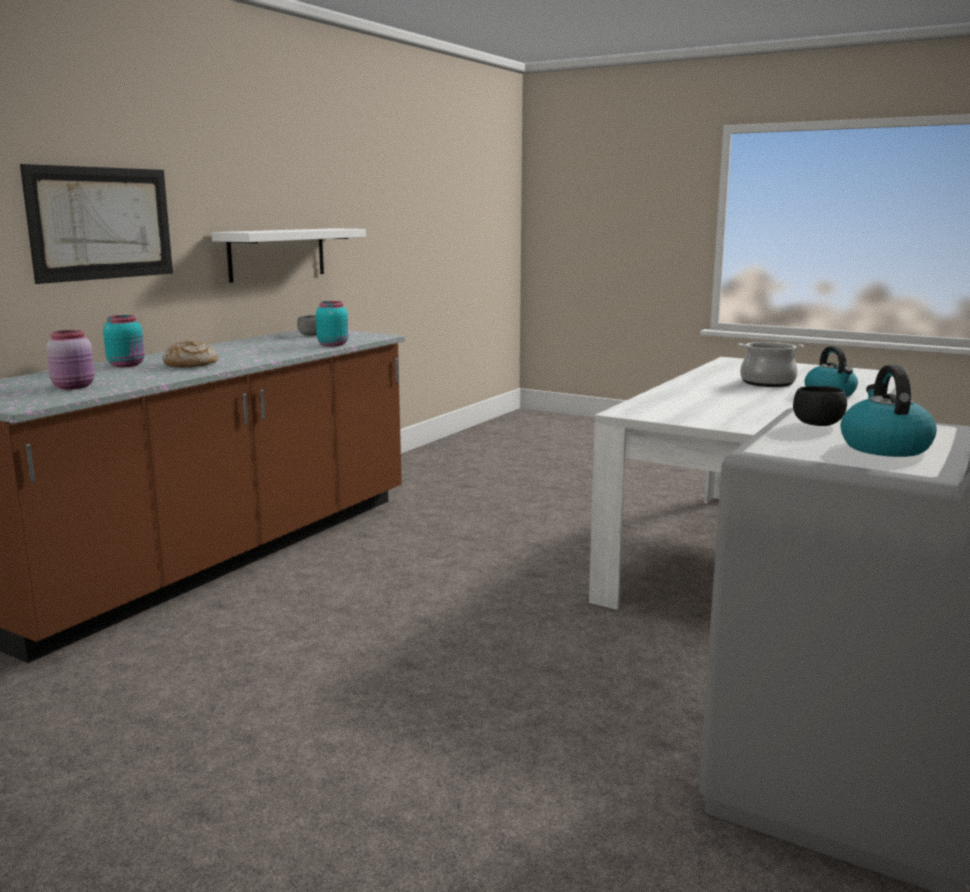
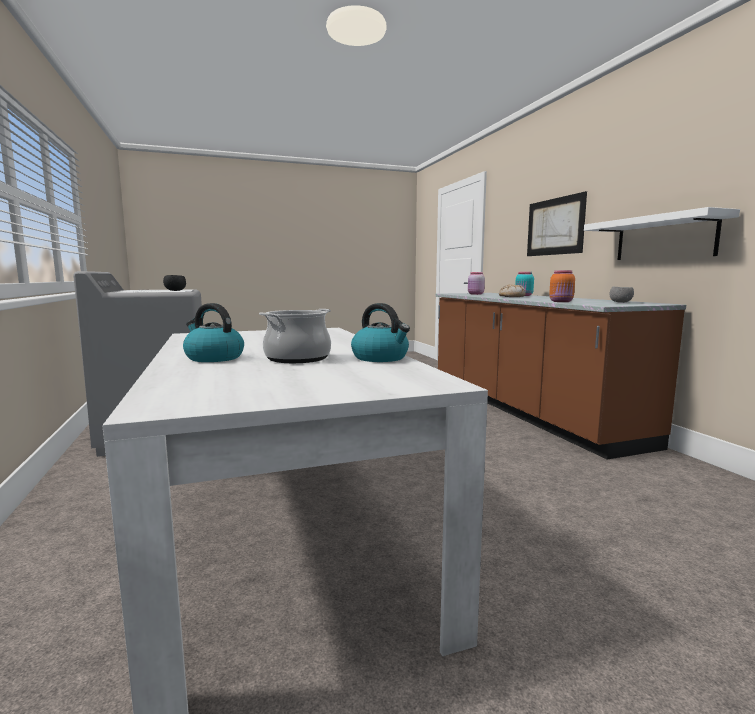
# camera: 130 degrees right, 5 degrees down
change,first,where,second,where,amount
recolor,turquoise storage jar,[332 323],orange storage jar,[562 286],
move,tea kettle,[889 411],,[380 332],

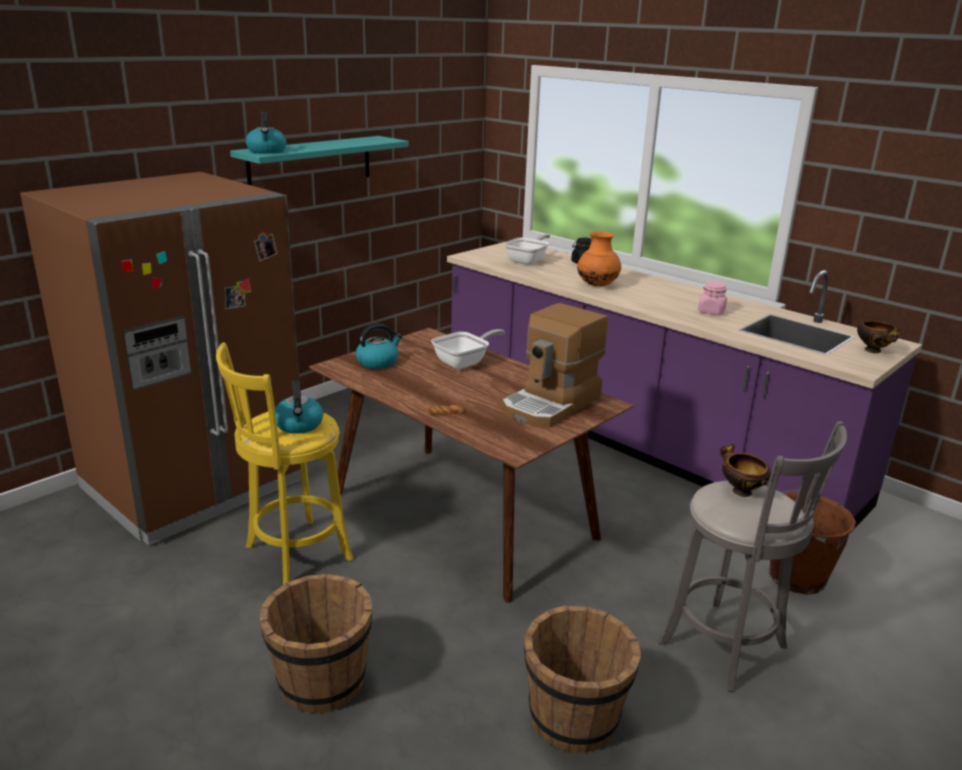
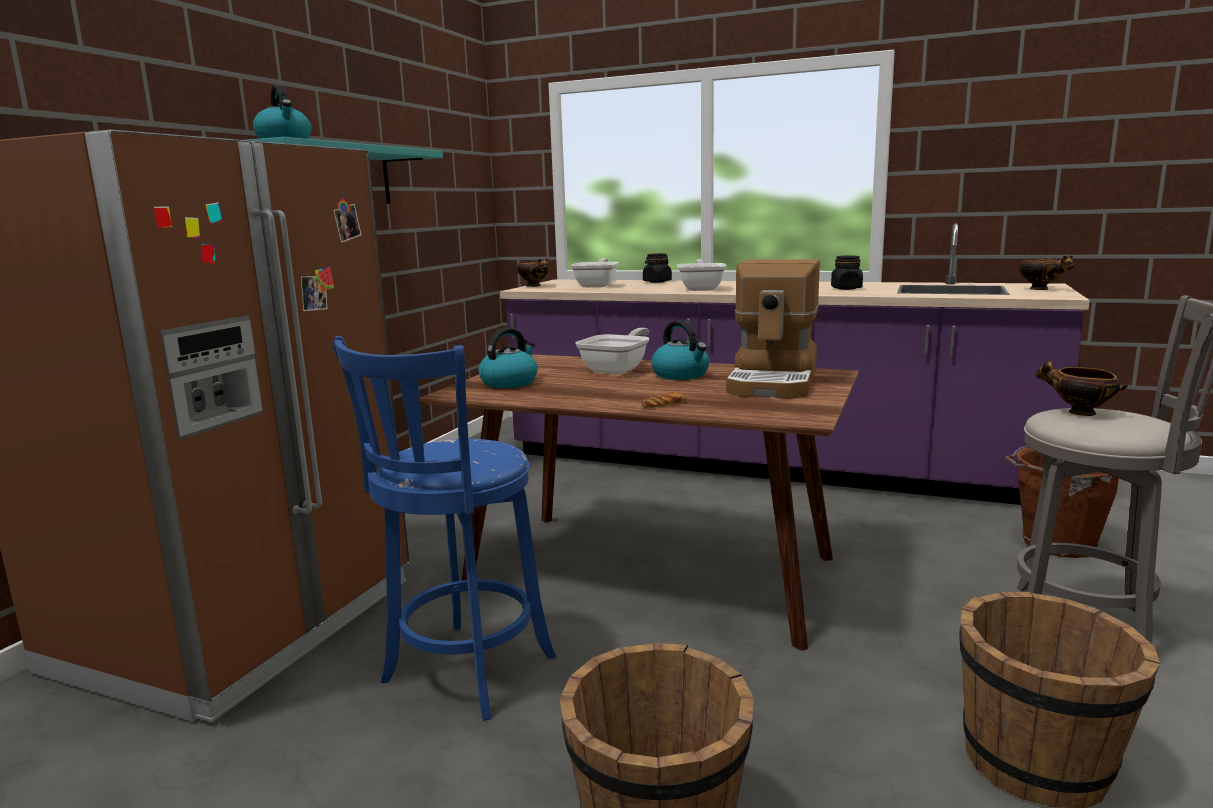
# camera: 20 degrees left, 10 degrees down
change,first,where,second,where,amount
replace,orange vase,[599 259],skillet,[701 275],
recolor,pinkish storage jar,[712 298],blackish storage jar,[847 273],
recolor,yellowish sitting stool,[284 464],blue sitting stool,[444 528],
move,tea kettle,[299 407],,[680 350],
insert,,,serving bowl,[533 273],

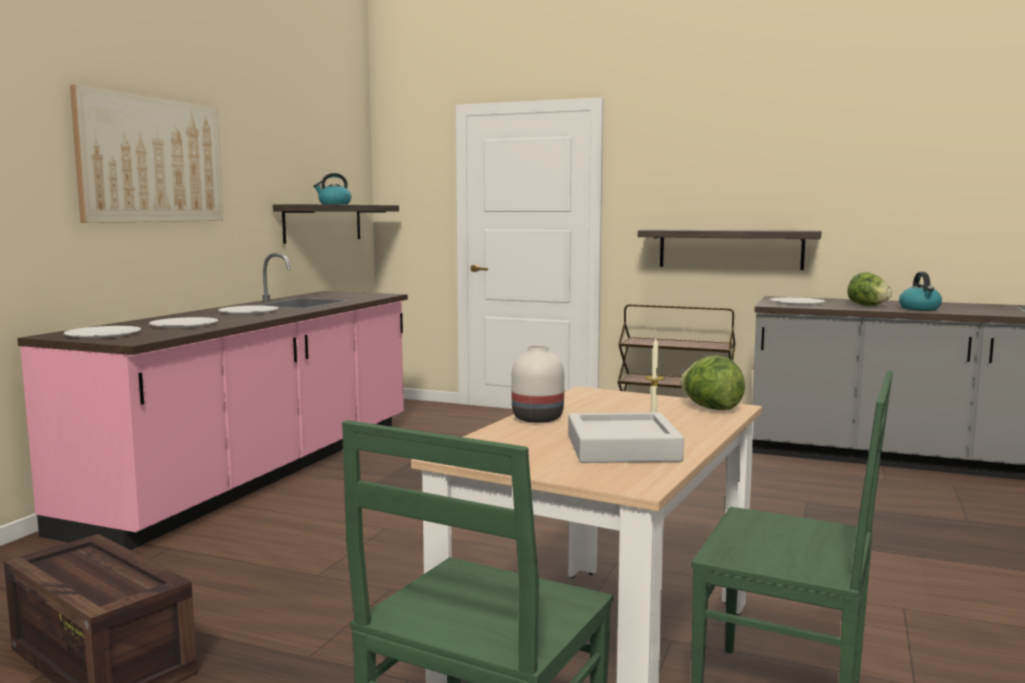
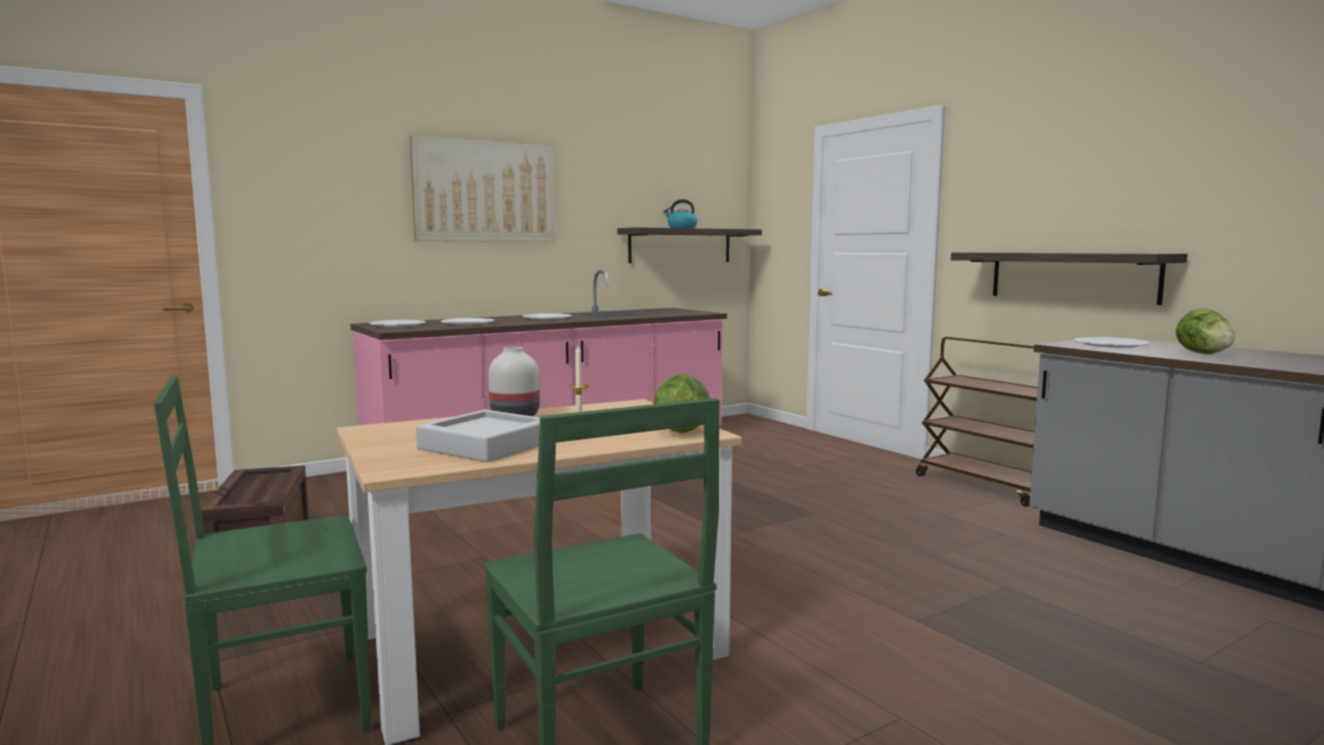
# camera: 35 degrees right, 0 degrees up
change,first,where,second,where,amount
delete,tea kettle,[920 291],,,

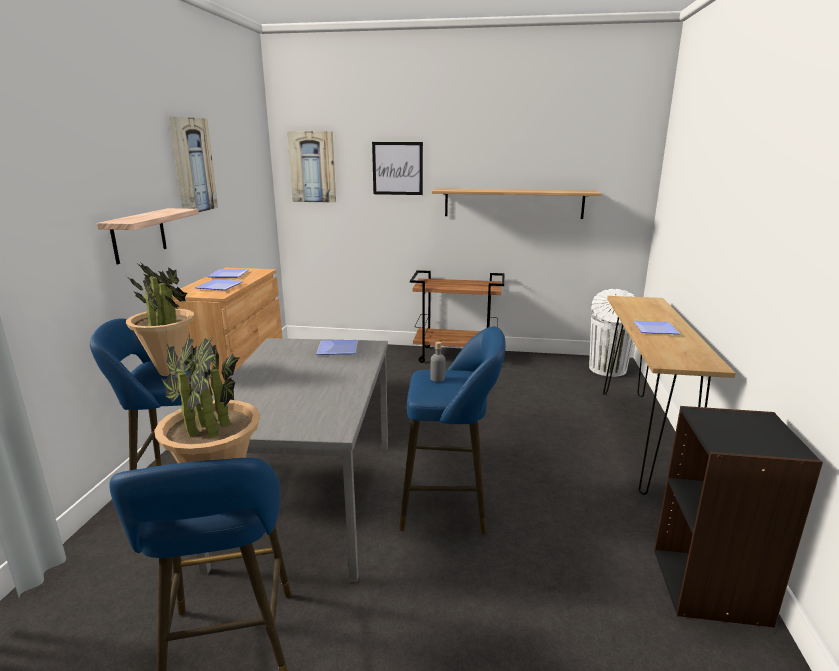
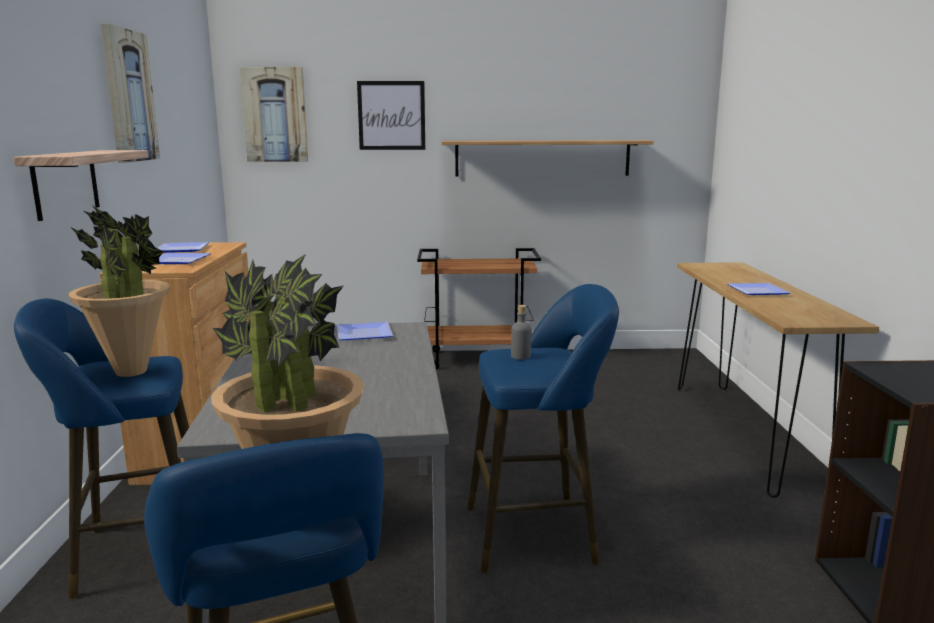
# camera: 10 degrees left, 5 degrees down
change,first,where,second,where,amount
delete,whitish trash can,[612 333],,,

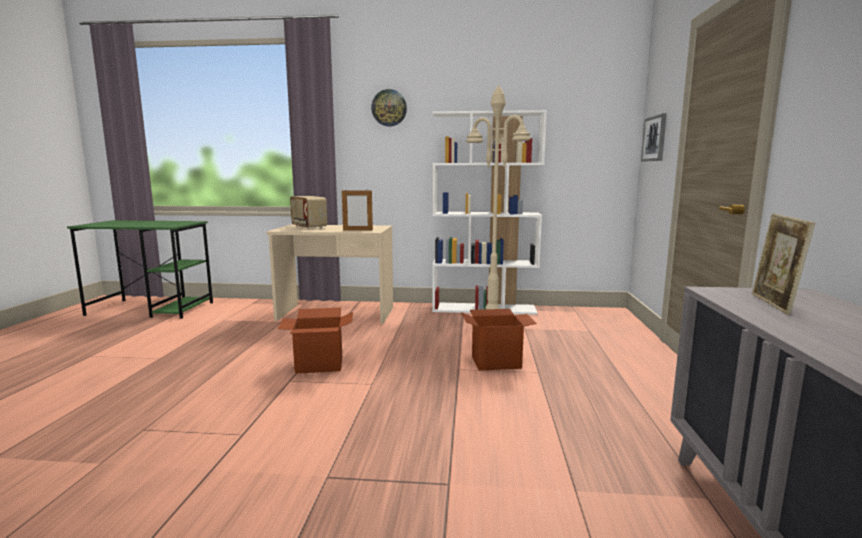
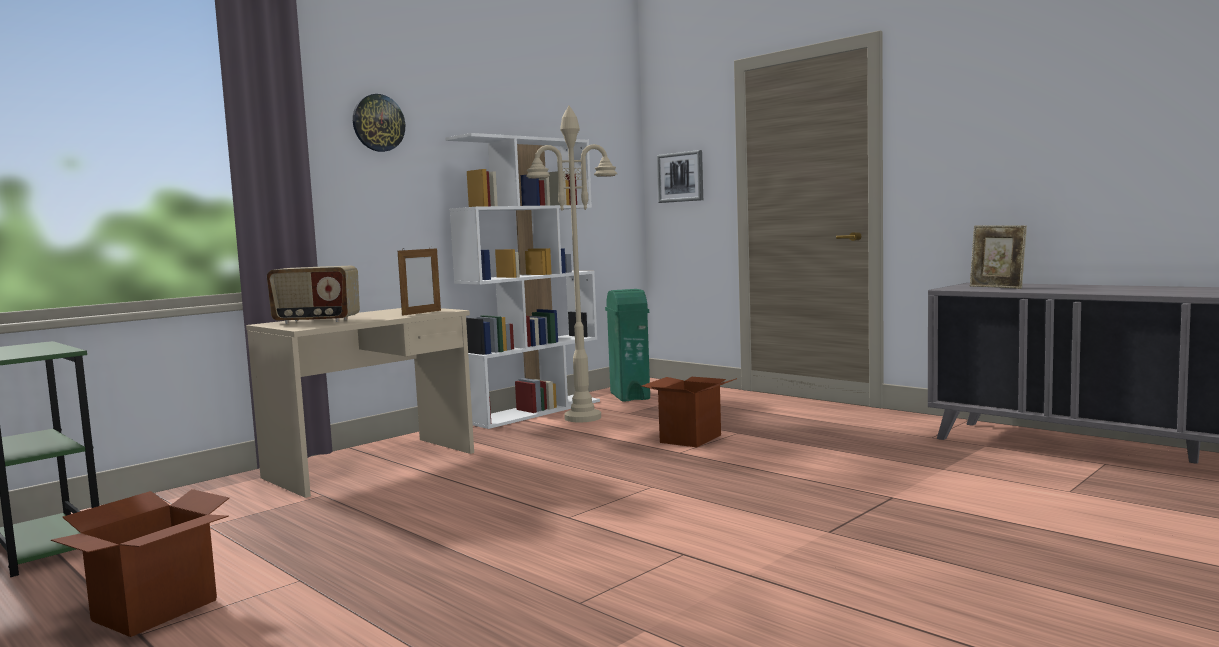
# camera: 50 degrees left, 5 degrees down
change,first,where,second,where,amount
move,packing box,[315 341],,[140 563],
insert,,,greenish trash can,[627 345],

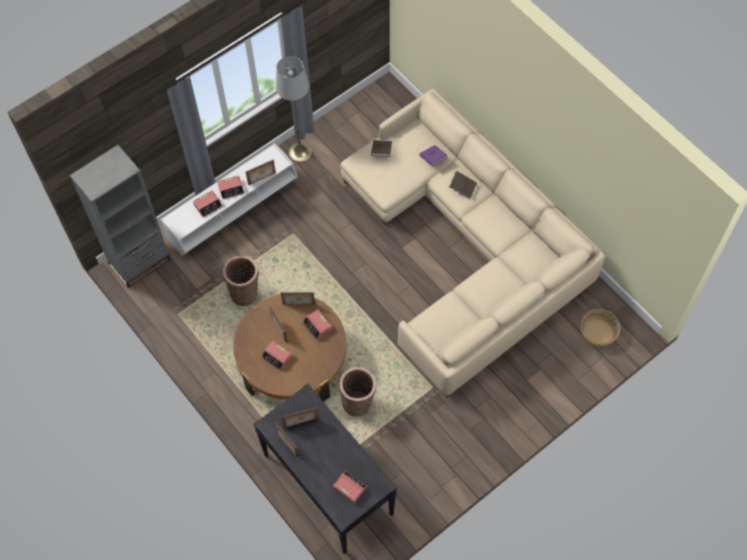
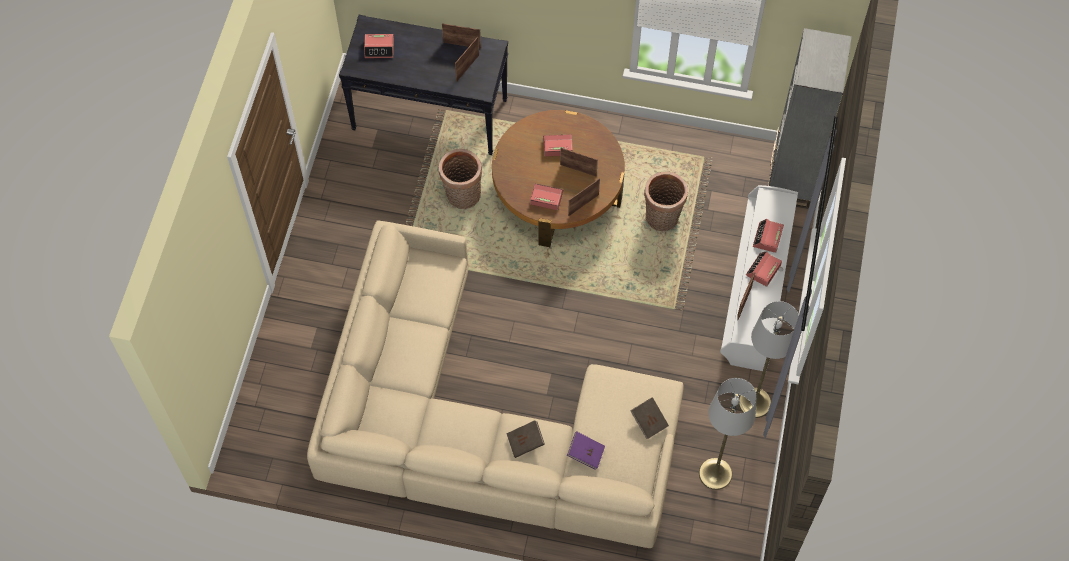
# camera: 140 degrees right, 0 degrees up
change,first,where,second,where,amount
delete,household basket,[600 327],,,
insert,,,gray standing lamp,[728 434],

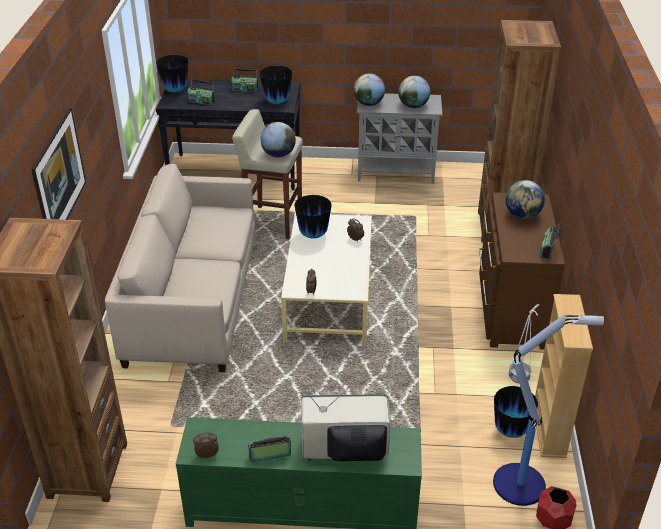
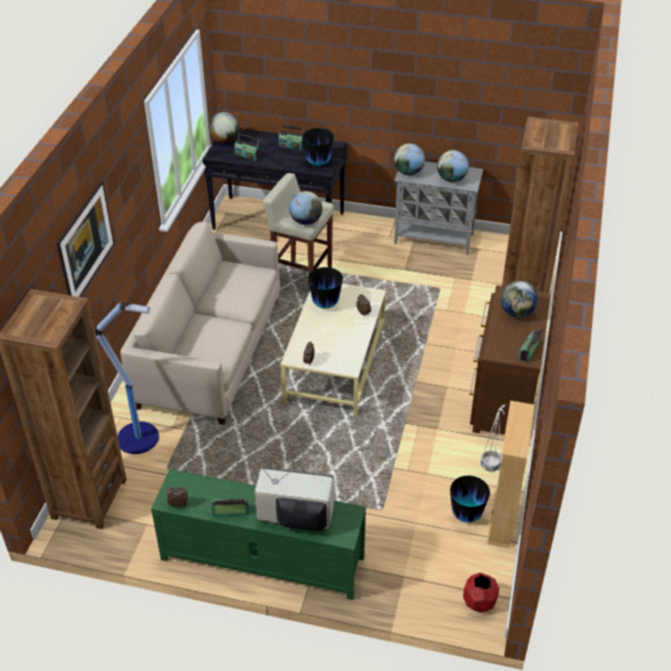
# camera: 10 degrees right, 5 degrees up
change,first,where,second,where,amount
replace,vase,[172 73],globe,[224 127],
move,standing lamp,[548 410],,[127 378],

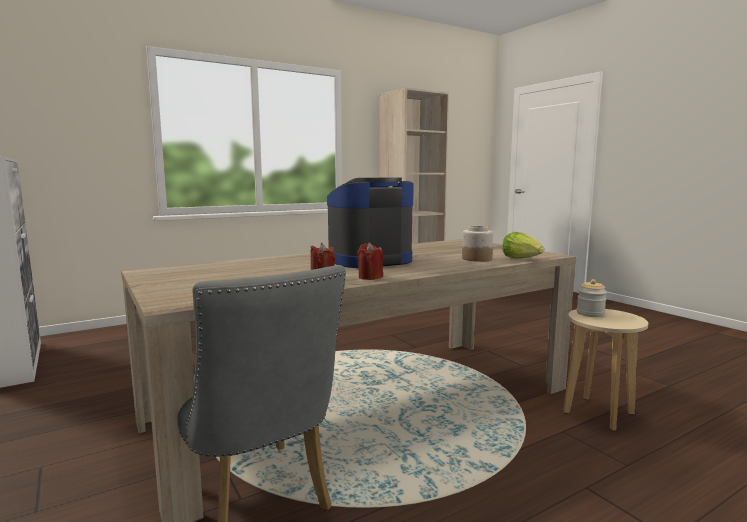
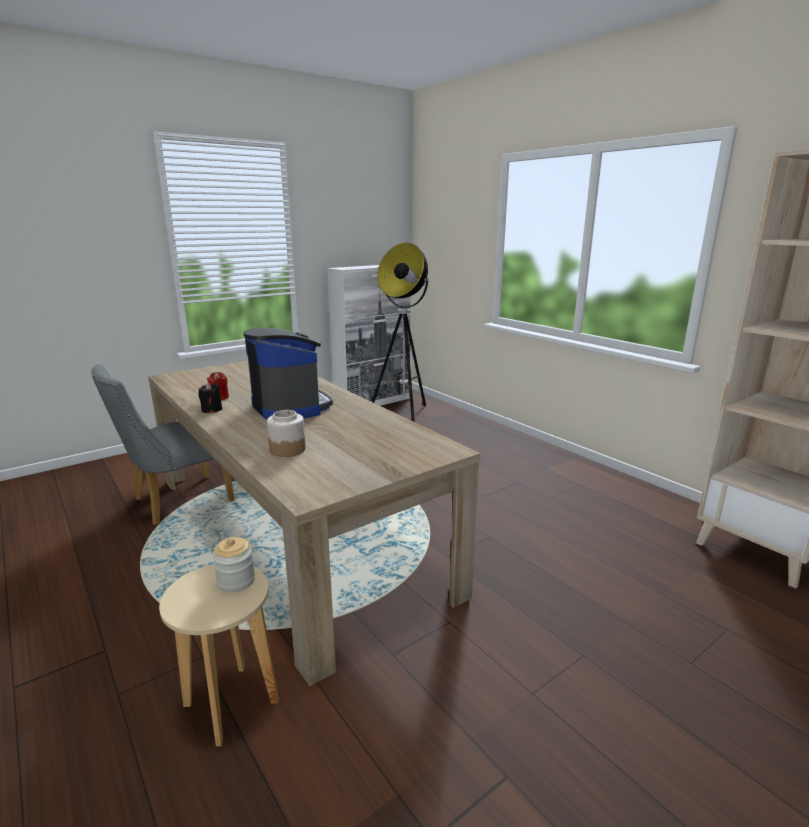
# camera: 85 degrees right, 10 degrees up
change,first,where,second,where,amount
delete,head of lettuce,[523 245],,,
recolor,red-coloured candle,[370 261],blackish candle,[210 397],
insert,,,standing lamp,[400 332],

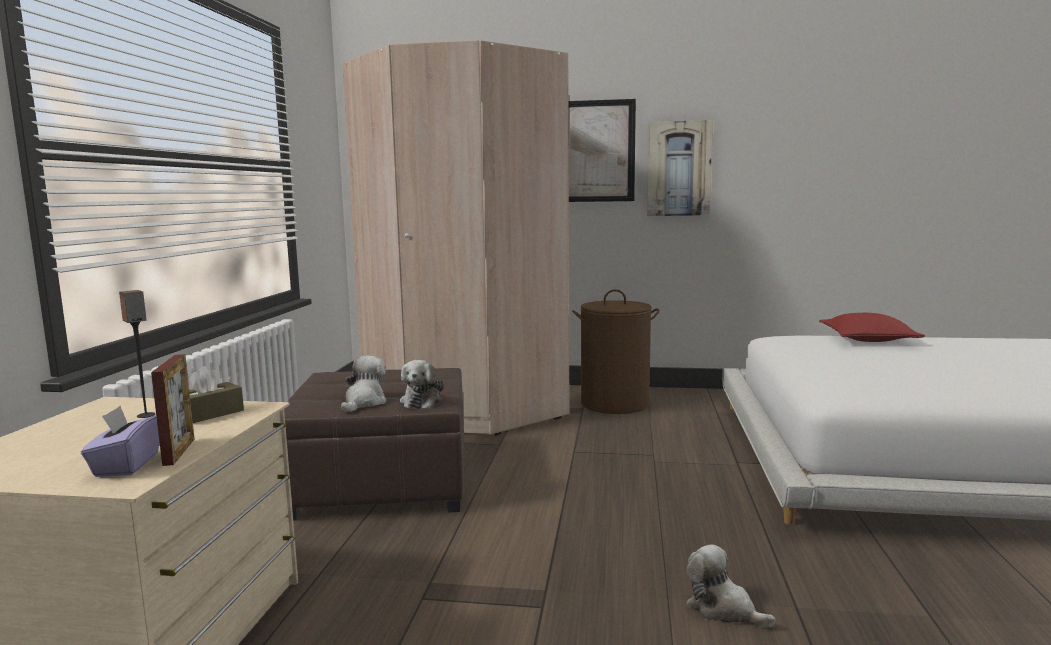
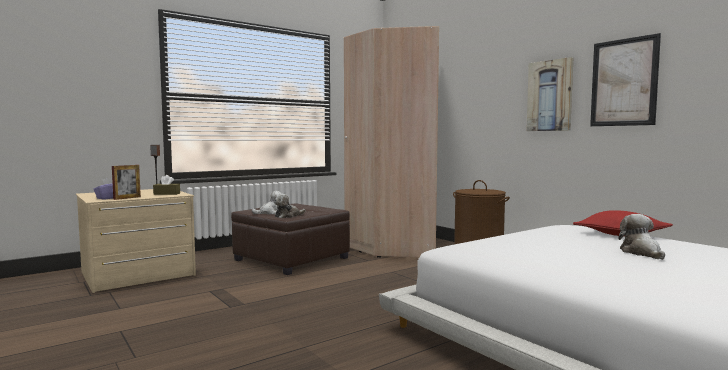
# camera: 45 degrees right, 5 degrees down
change,first,where,second,where,amount
move,wall picture,[602 150],,[625 79],
move,cuddly toy,[731 586],,[641 237],

